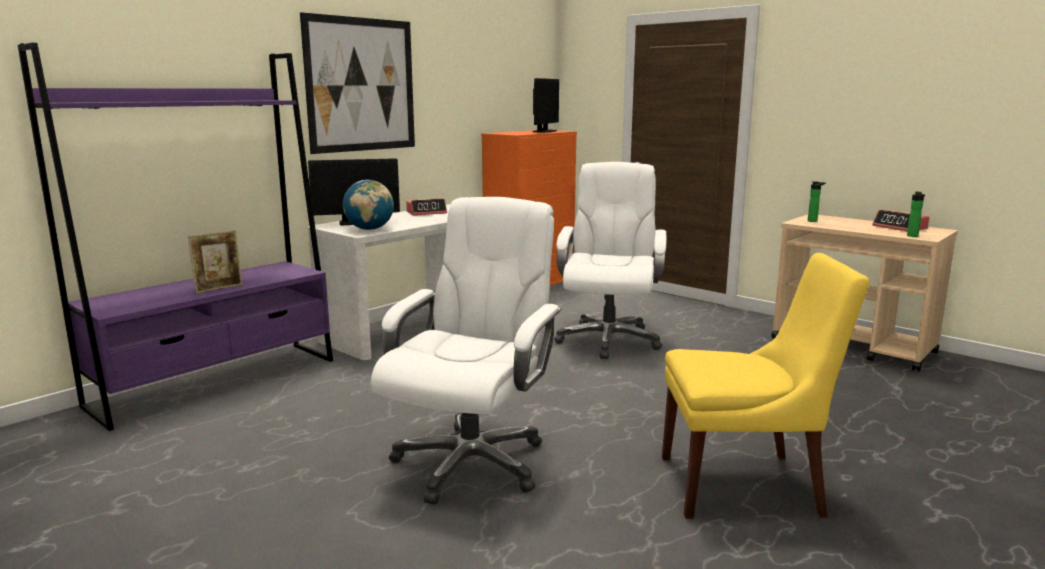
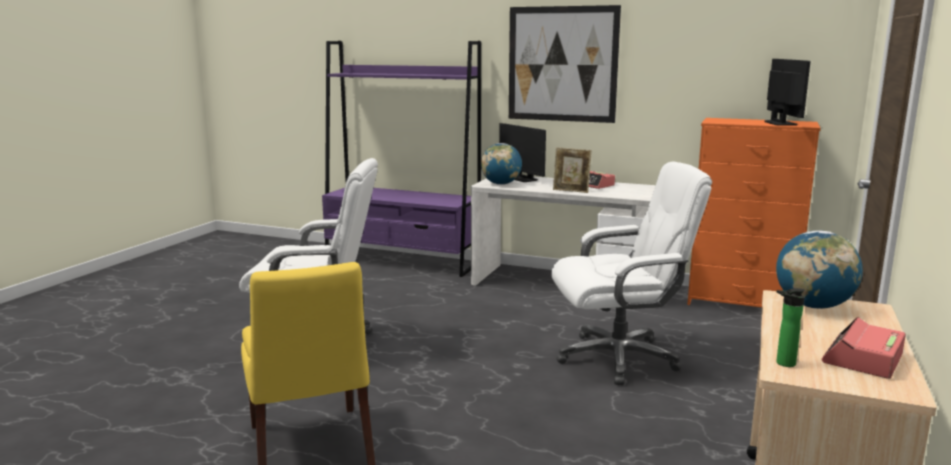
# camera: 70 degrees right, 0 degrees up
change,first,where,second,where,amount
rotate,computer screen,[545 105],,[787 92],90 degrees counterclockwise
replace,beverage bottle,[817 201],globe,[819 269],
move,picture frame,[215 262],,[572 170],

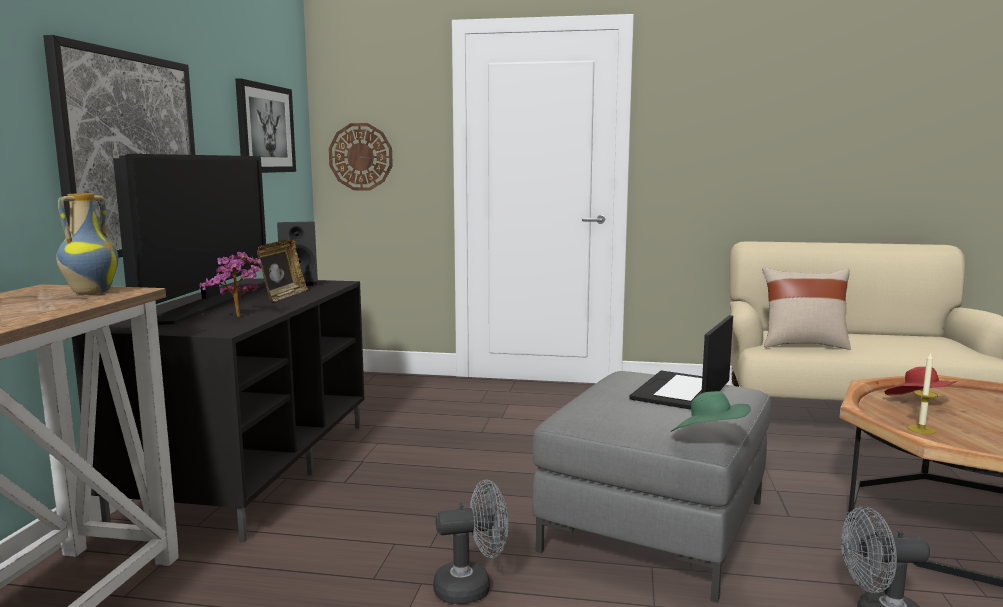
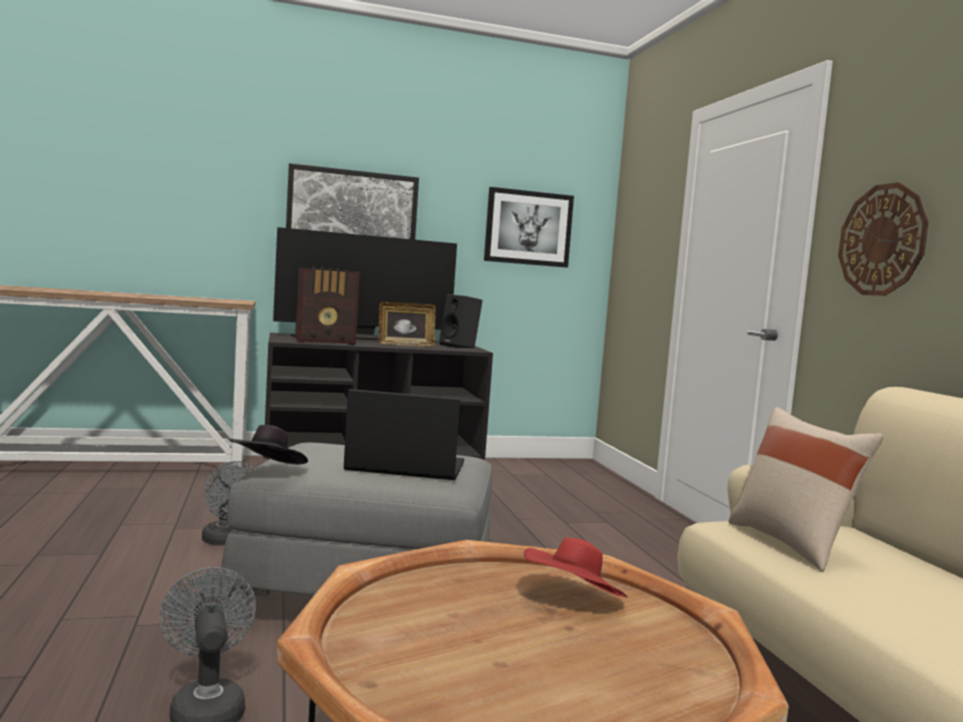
# camera: 65 degrees right, 5 degrees down
change,first,where,second,where,amount
move,clock on the wall,[361 156],,[883 239],
delete,vase,[87 244],,,
replace,potted plant,[230 284],radio,[327 306],
delete,candle,[923 393],,,
recolor,greenish hat,[711 411],blackish hat,[268 445],

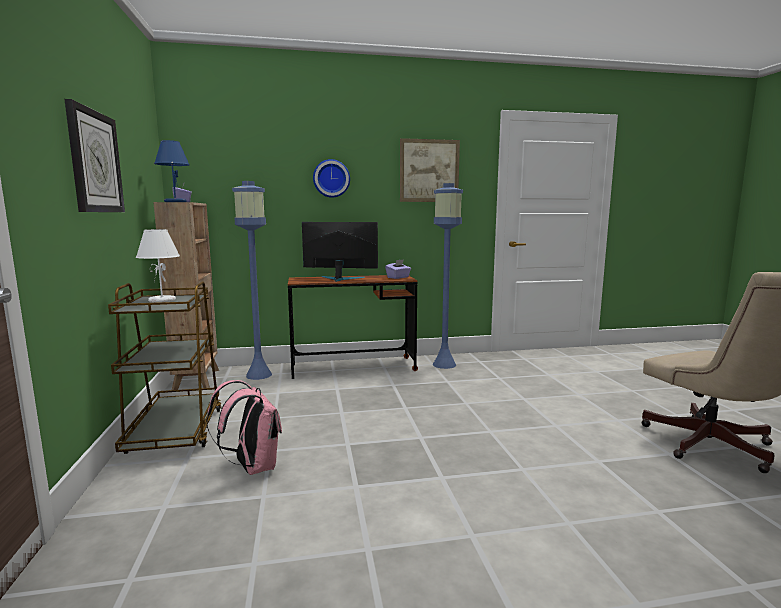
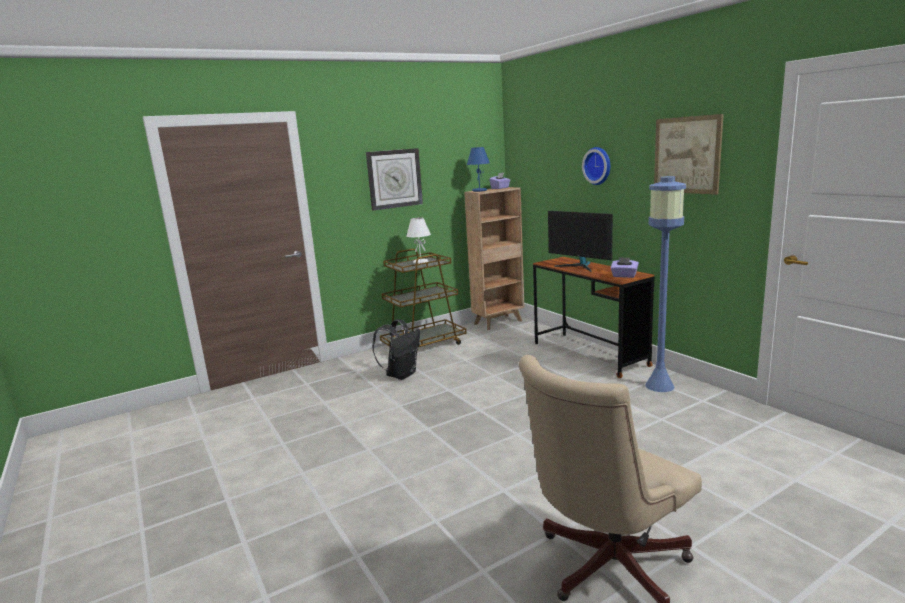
# camera: 70 degrees right, 5 degrees up
change,first,where,second,where,amount
delete,blue standing lamp,[252 280],,,
rotate,computer screen,[340 252],,[580 241],150 degrees clockwise
recolor,pinkish knapsack,[244 427],blackish knapsack,[396 349],

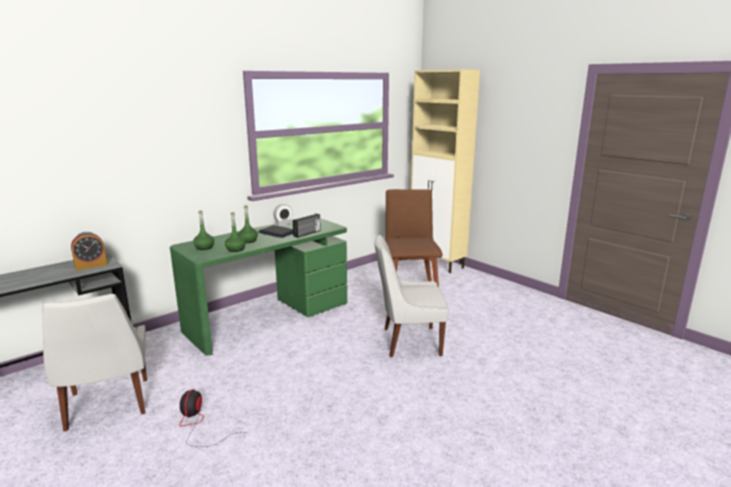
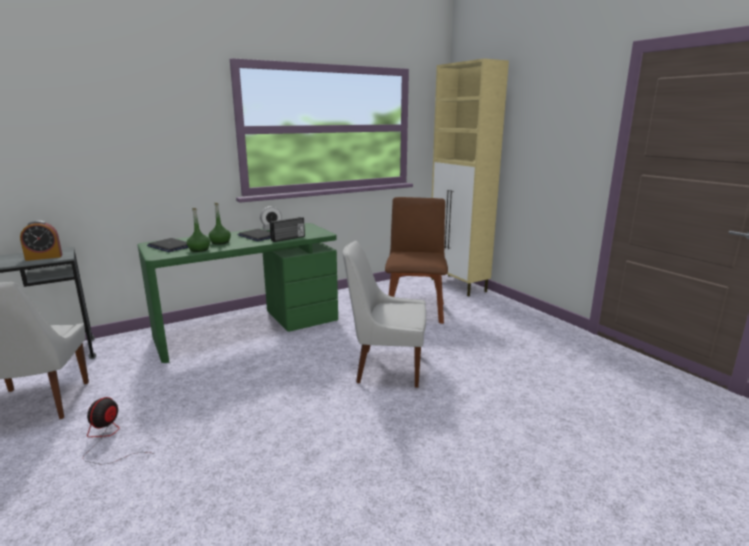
# camera: 10 degrees right, 0 degrees up
change,first,where,second,where,amount
replace,greenish beverage bottle,[203 230],portable computer,[168 245],

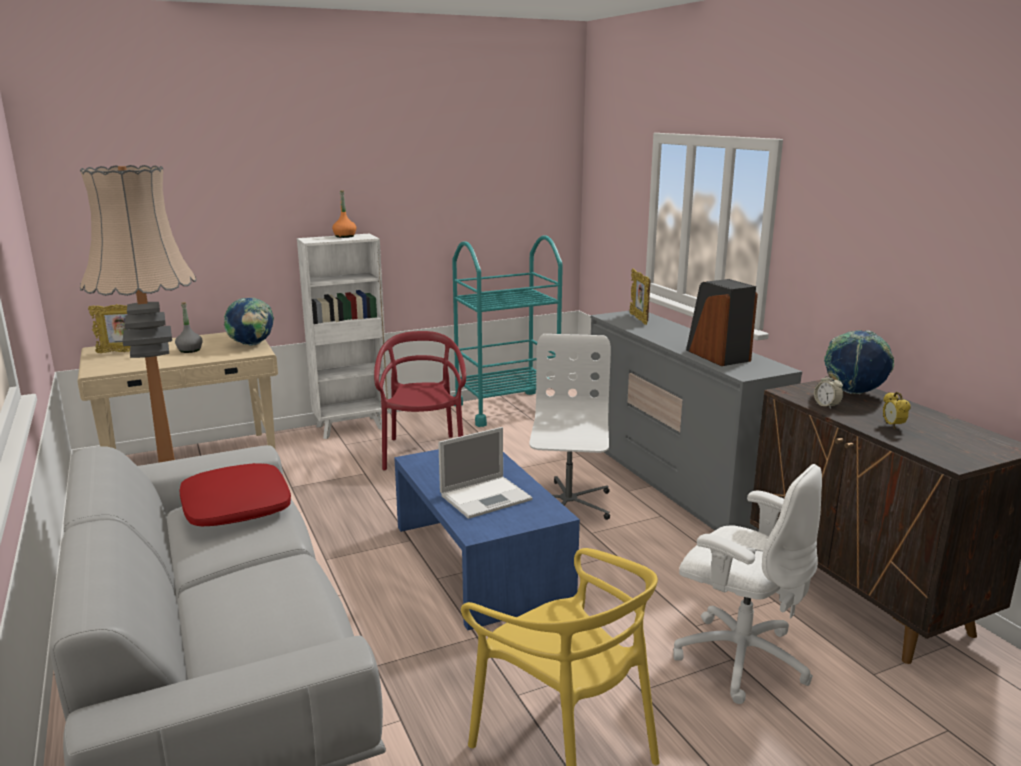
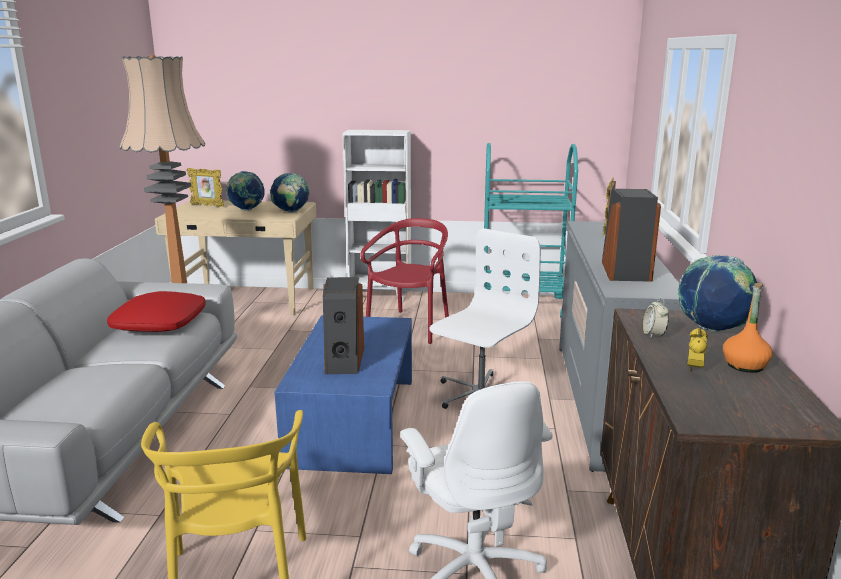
# camera: 30 degrees right, 0 degrees up
change,first,where,second,where,amount
move,orange beverage bottle,[344 214],,[748 328],
replace,gray beverage bottle,[189 327],globe,[245 190],
replace,portable computer,[485 473],loudspeaker,[343 325],

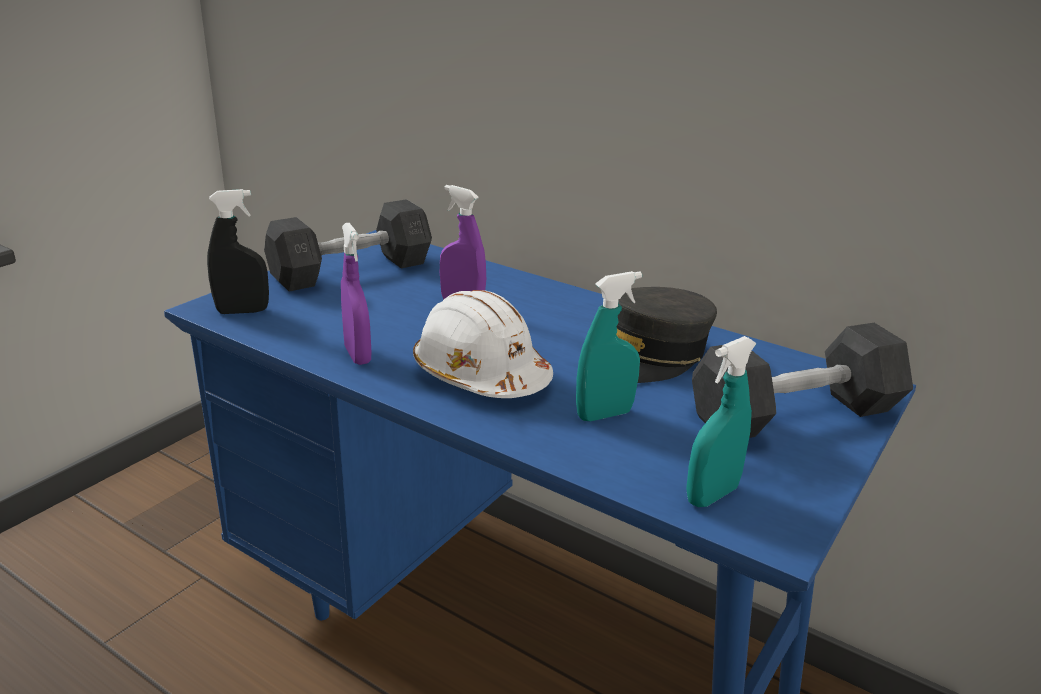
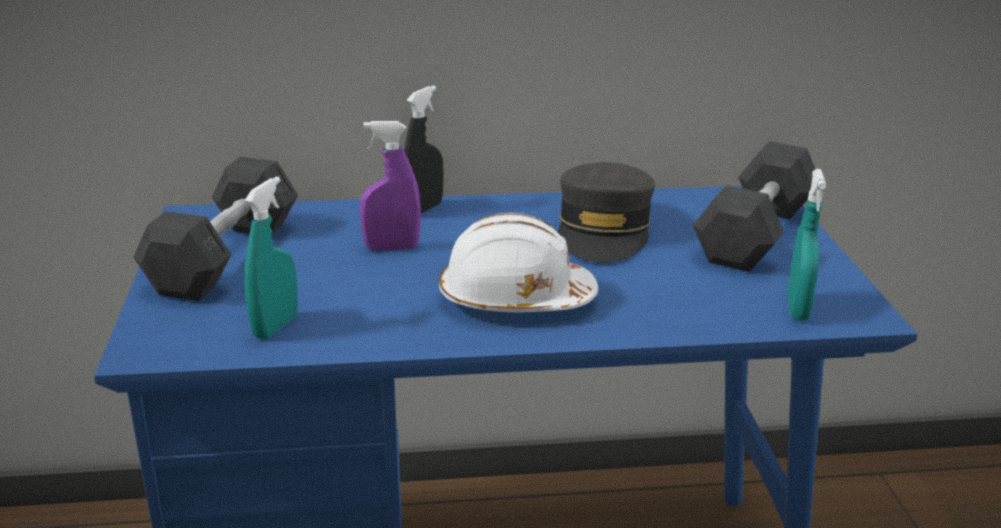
# camera: 40 degrees left, 0 degrees up
change,first,where,second,where,amount
move,blackish spray bottle,[238 251],,[423 149],
delete,purple spray bottle,[356 294],,,
move,turquoise spray bottle,[609 346],,[271 257],

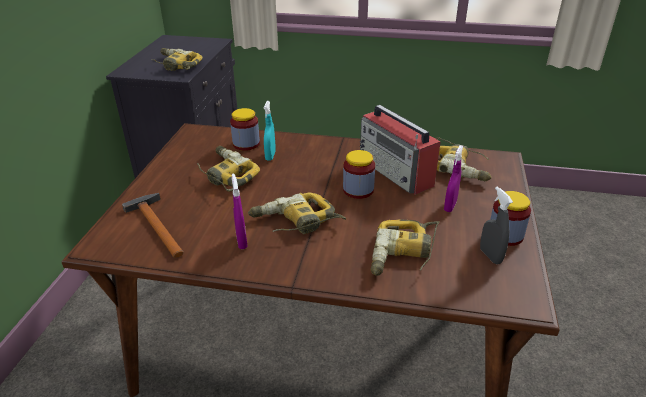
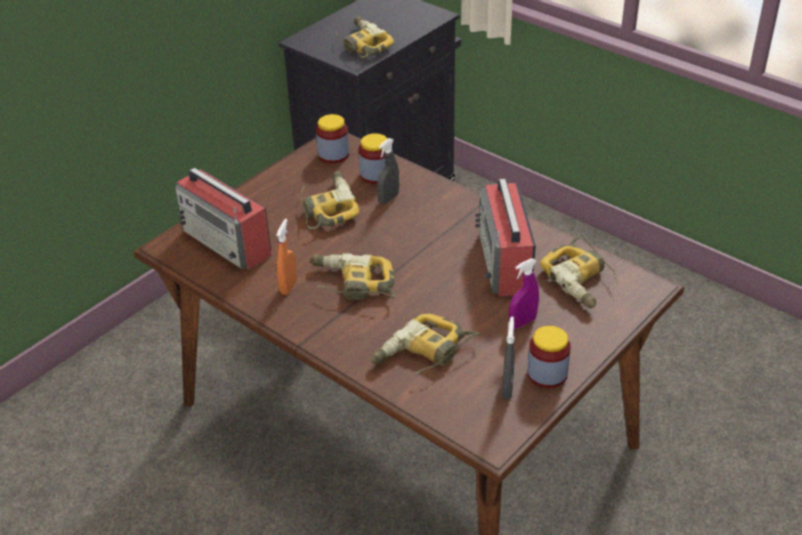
# camera: 30 degrees right, 5 degrees up
change,first,where,second,where,amount
recolor,turquoise spray bottle,[270 131],gray spray bottle,[388 171],
move,storage jar,[359 174],,[332 139],
recolor,purple spray bottle,[240 211],orange spray bottle,[286 257],
replace,hand hammer,[153 225],radio,[223 219],

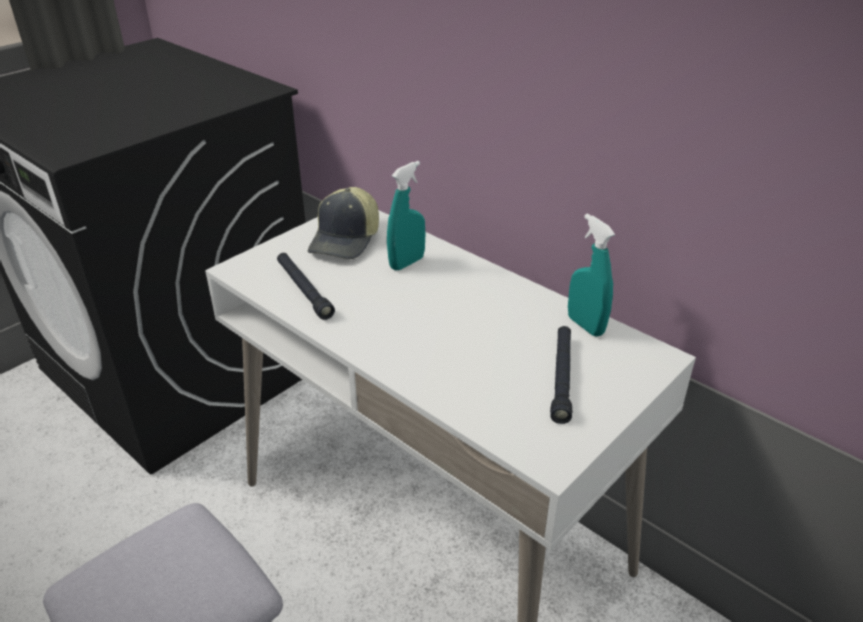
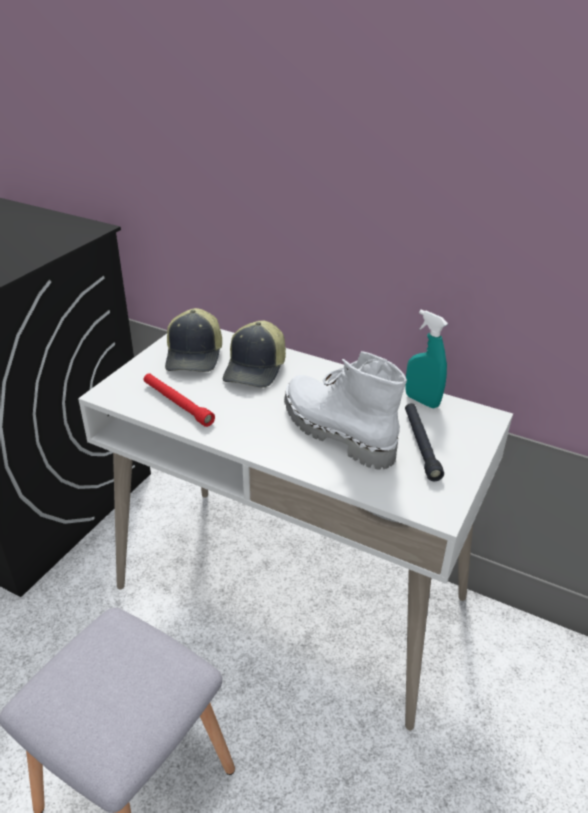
# camera: 15 degrees left, 0 degrees up
change,first,where,second,where,amount
replace,turquoise spray bottle,[406 216],cap,[254 354],
recolor,blackish hand torch,[306 286],red-coloured hand torch,[179 400],
insert,,,whitish boot,[345 410],

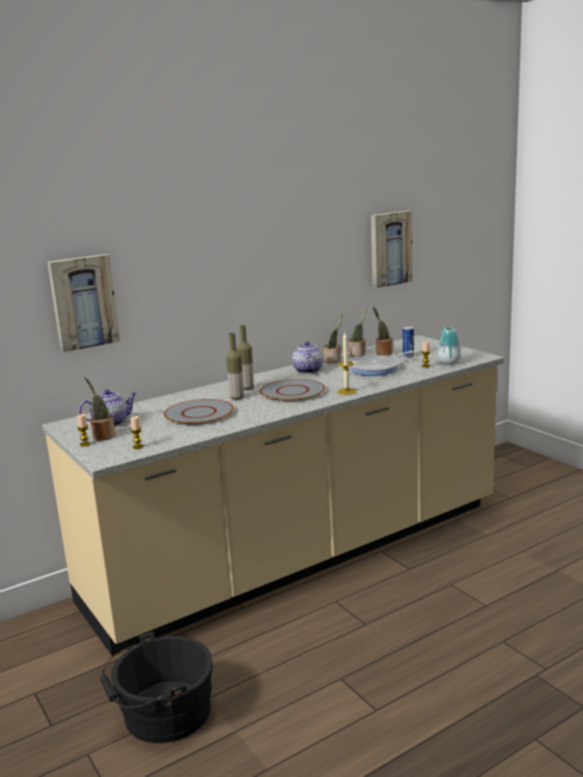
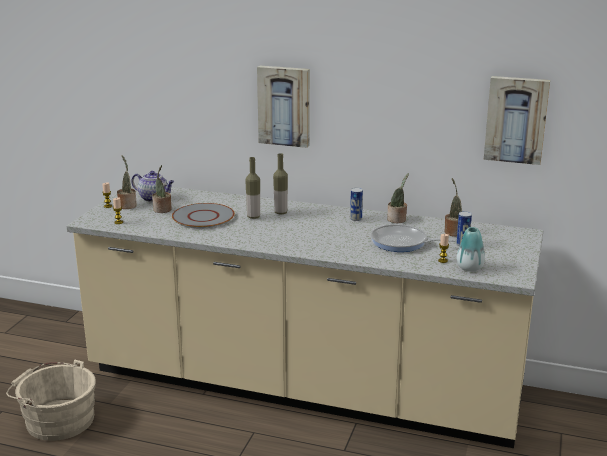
# camera: 50 degrees right, 5 degrees up
change,first,where,second,where,amount
move,wall picture,[83 303],,[283 107],
move,potted plant,[357 332],,[161 189],
delete,candle,[346 364],,,
replace,pot for tea,[307 357],metal can,[356 204],
delete,gray plate,[292 390],,,
recolor,blackish pail,[156 687],sand-coloured pail,[51 400],

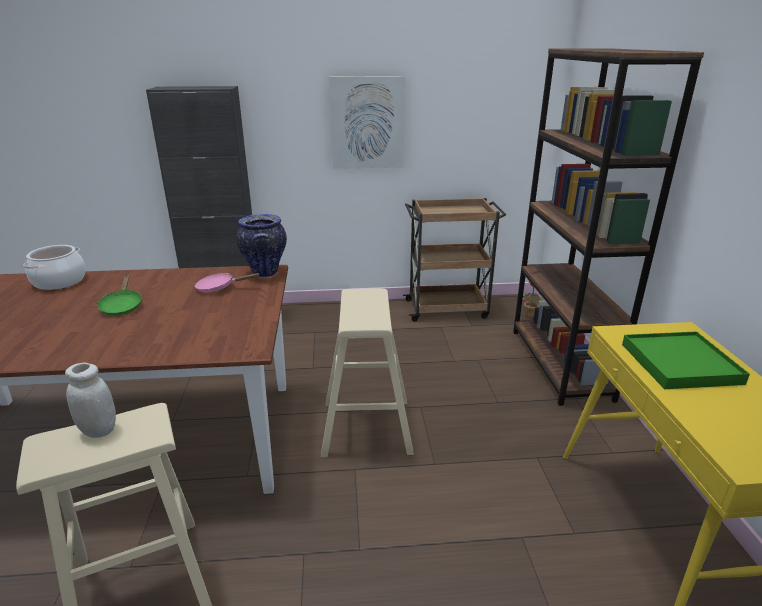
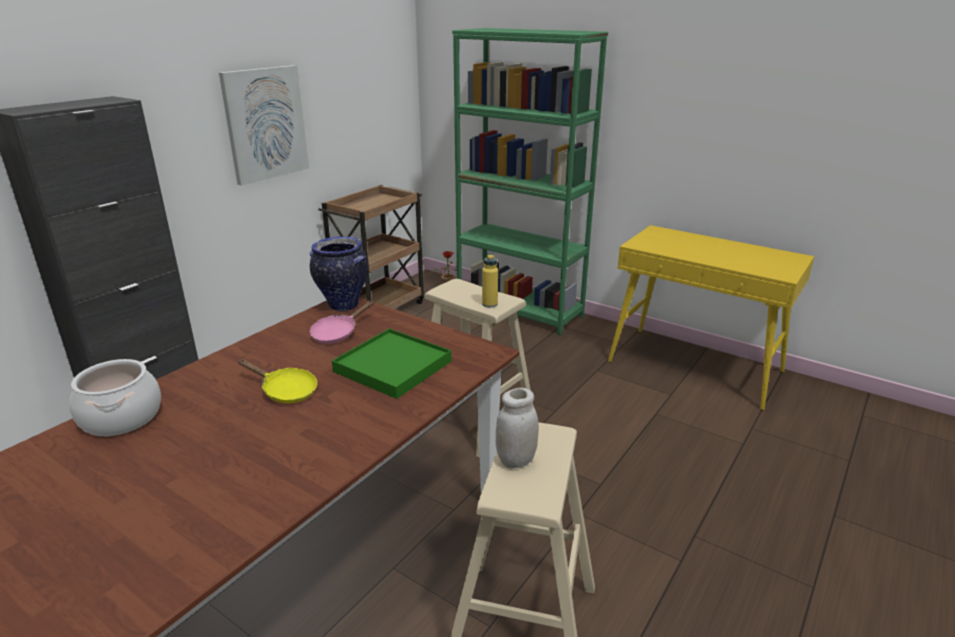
# camera: 50 degrees left, 0 degrees up
change,first,where,second,where,amount
recolor,brown bookshelf,[608 227],greenish bookshelf,[530 181],
recolor,greenish skillet,[119 295],yellowish skillet,[277 381],
move,greenish tray,[686 360],,[391 364],
insert,,,yellowish beverage bottle,[490 281],

